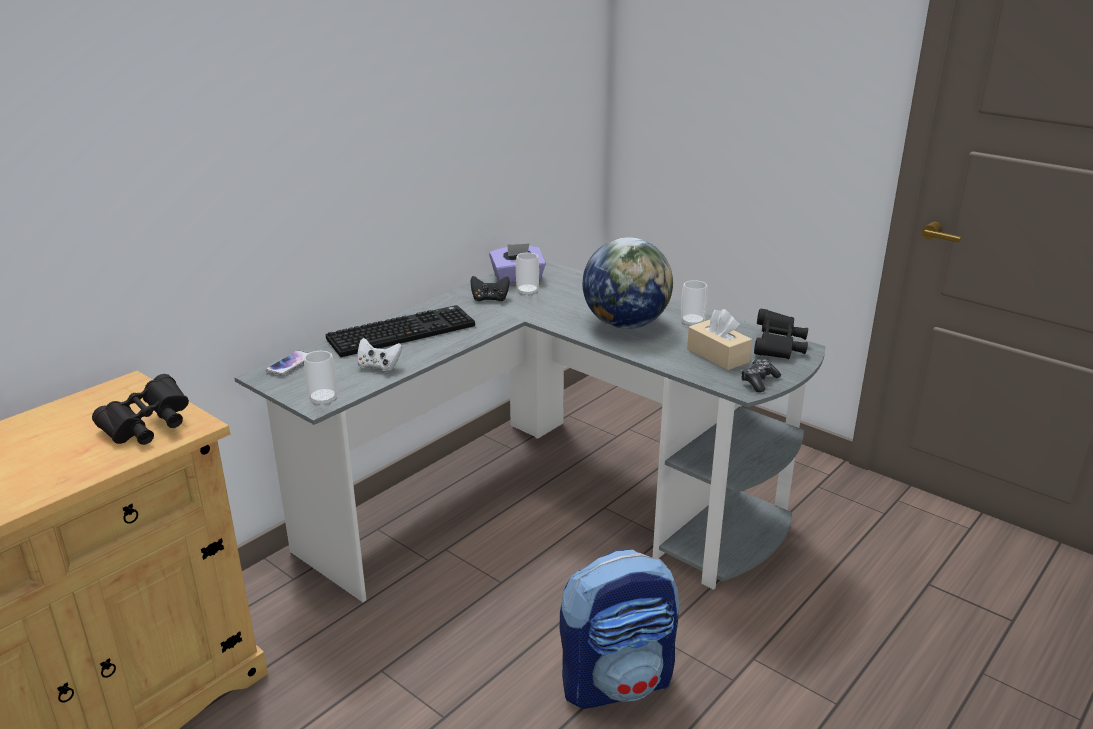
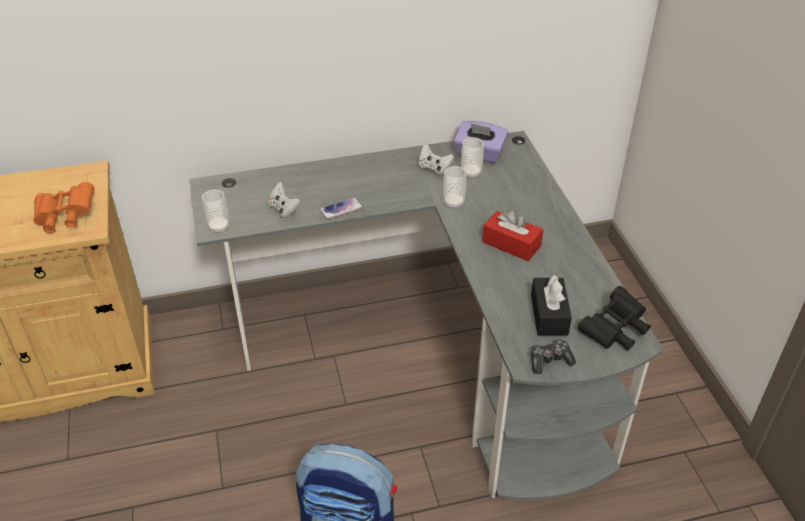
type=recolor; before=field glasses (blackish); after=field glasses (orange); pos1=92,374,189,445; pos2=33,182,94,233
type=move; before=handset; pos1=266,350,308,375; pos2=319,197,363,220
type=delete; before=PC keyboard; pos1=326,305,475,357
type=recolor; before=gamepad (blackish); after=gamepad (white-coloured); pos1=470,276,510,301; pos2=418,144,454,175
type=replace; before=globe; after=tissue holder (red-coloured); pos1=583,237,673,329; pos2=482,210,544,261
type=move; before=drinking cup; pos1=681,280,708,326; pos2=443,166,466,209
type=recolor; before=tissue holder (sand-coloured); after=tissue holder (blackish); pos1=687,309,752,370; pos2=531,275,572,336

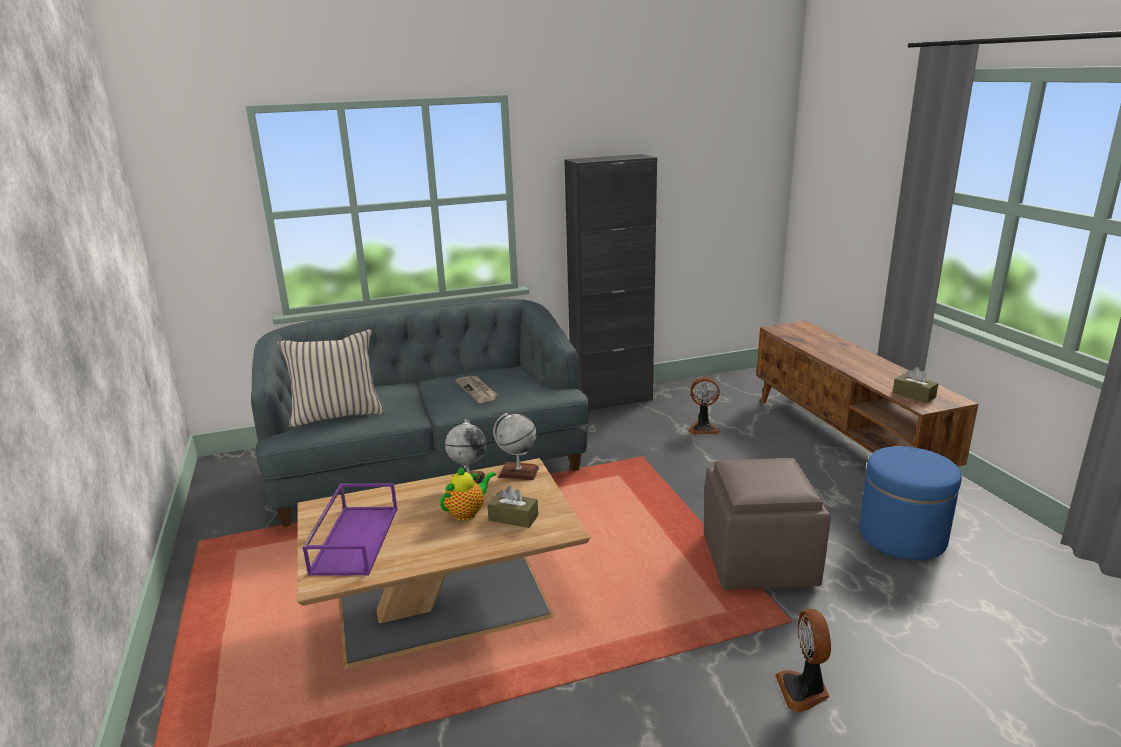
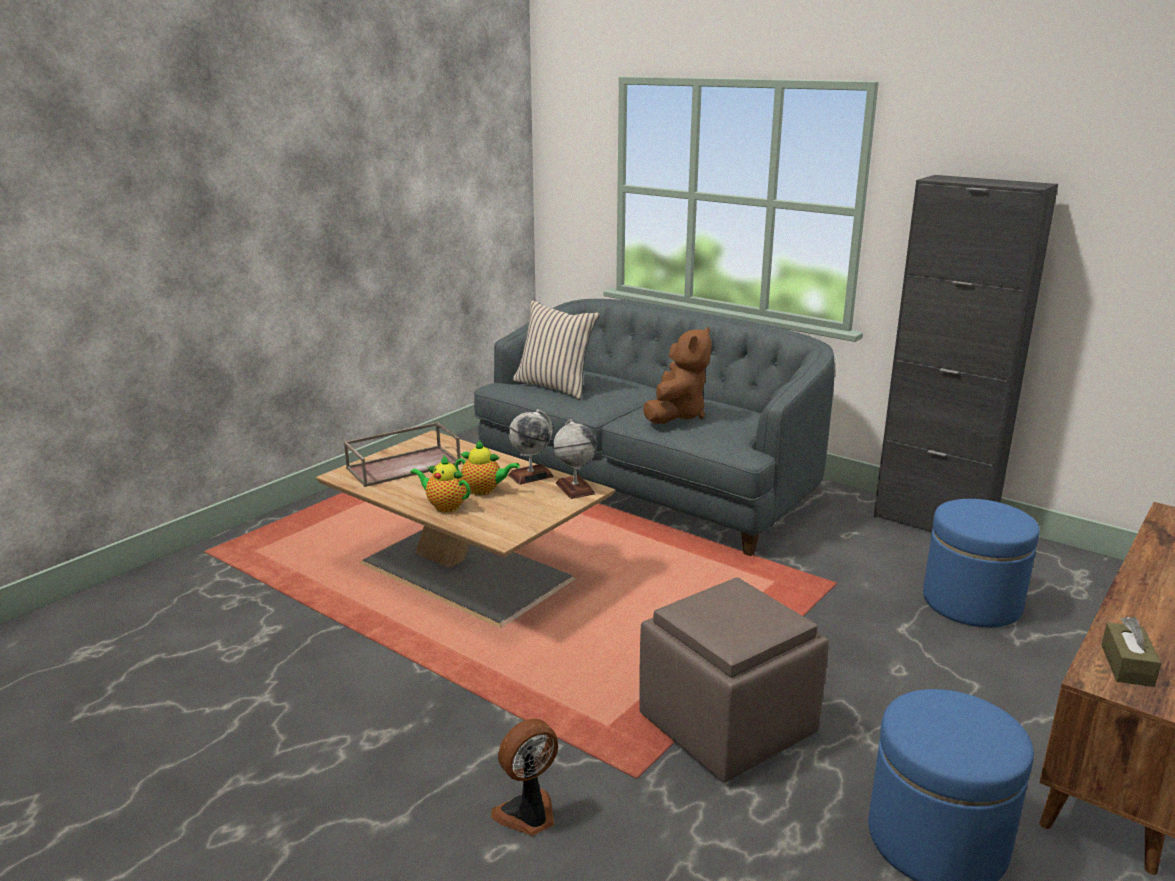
type=recolor; before=carrying tray (purple); after=carrying tray (brownish); pos1=302,483,398,576; pos2=344,422,461,487
type=replace; before=daily paper; after=cuddly toy (brownish); pos1=455,376,498,403; pos2=643,327,712,424
type=delete; before=tissue holder (brownish); pos1=487,486,538,528
type=replace; before=fan; after=ottoman (blue-coloured); pos1=688,377,720,434; pos2=923,499,1040,627
type=insert; after=teapot; pos2=410,455,470,512

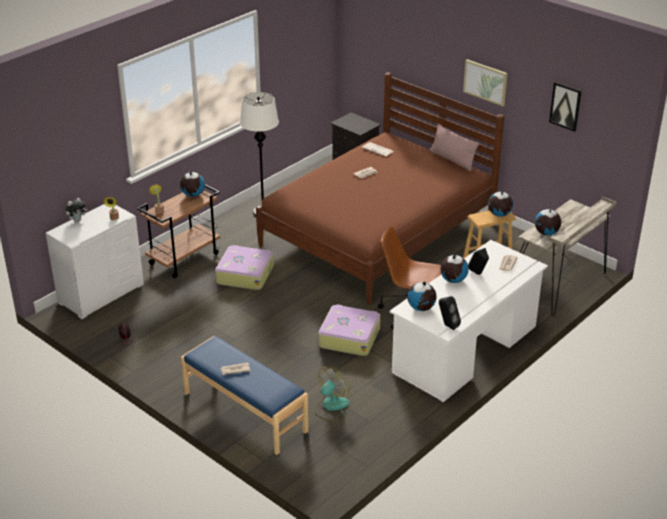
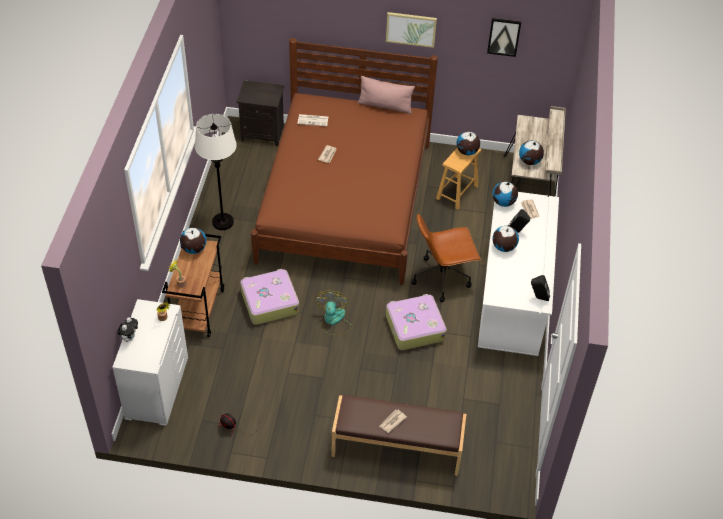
type=recolor; before=indoor bench (blue-coloured); after=indoor bench (brownish); pos1=181,336,308,455; pos2=331,395,467,476
type=move; before=fan; pos1=315,367,350,422; pos2=315,291,353,335
type=move; before=globe; pos1=407,281,437,311; pos2=492,181,518,207

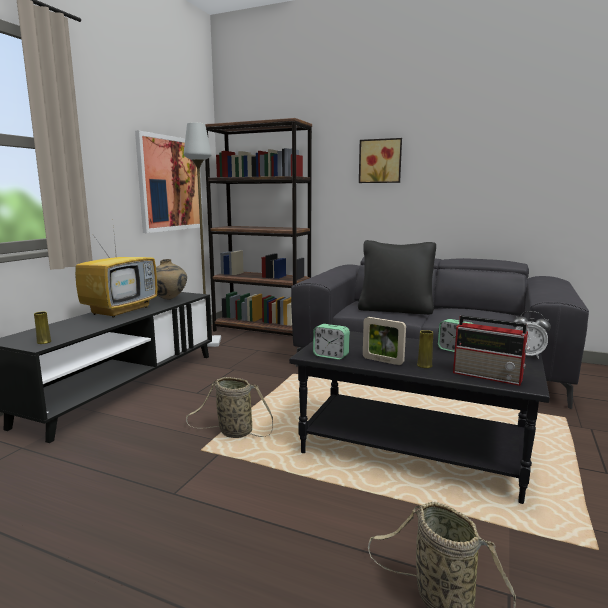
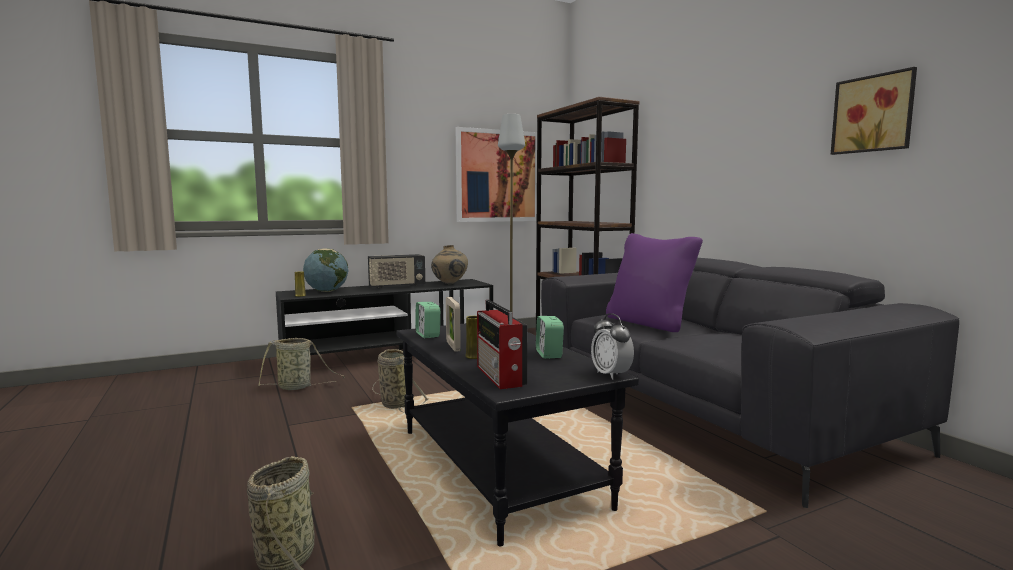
type=replace; before=TV set; after=radio set; pos1=75,225,157,318; pos2=368,254,425,288
type=recolor; before=cushion (blackish); after=cushion (purple); pos1=358,240,436,315; pos2=606,233,703,332
type=move; before=wall picture; pos1=359,138,402,183; pos2=831,67,917,155
type=insert; after=storage basket; pos2=258,338,345,390
type=insert; after=globe; pos2=303,248,349,292

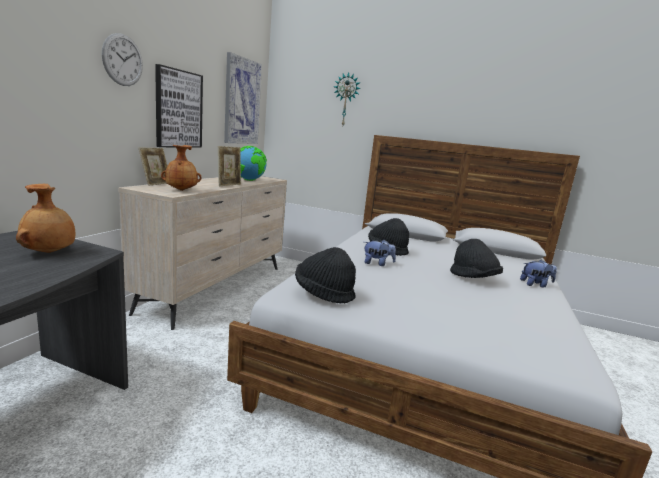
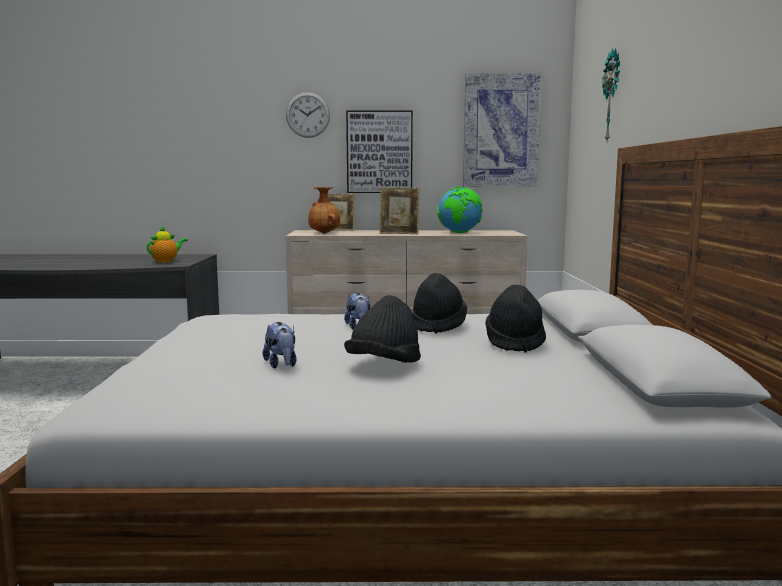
type=replace; before=decorative vase (brownish); after=teapot; pos1=16,184,76,253; pos2=147,226,187,263
type=move; before=hat (blackish); pos1=295,247,356,304; pos2=485,285,546,353
type=move; before=cuddly toy; pos1=520,259,557,287; pos2=262,322,297,368

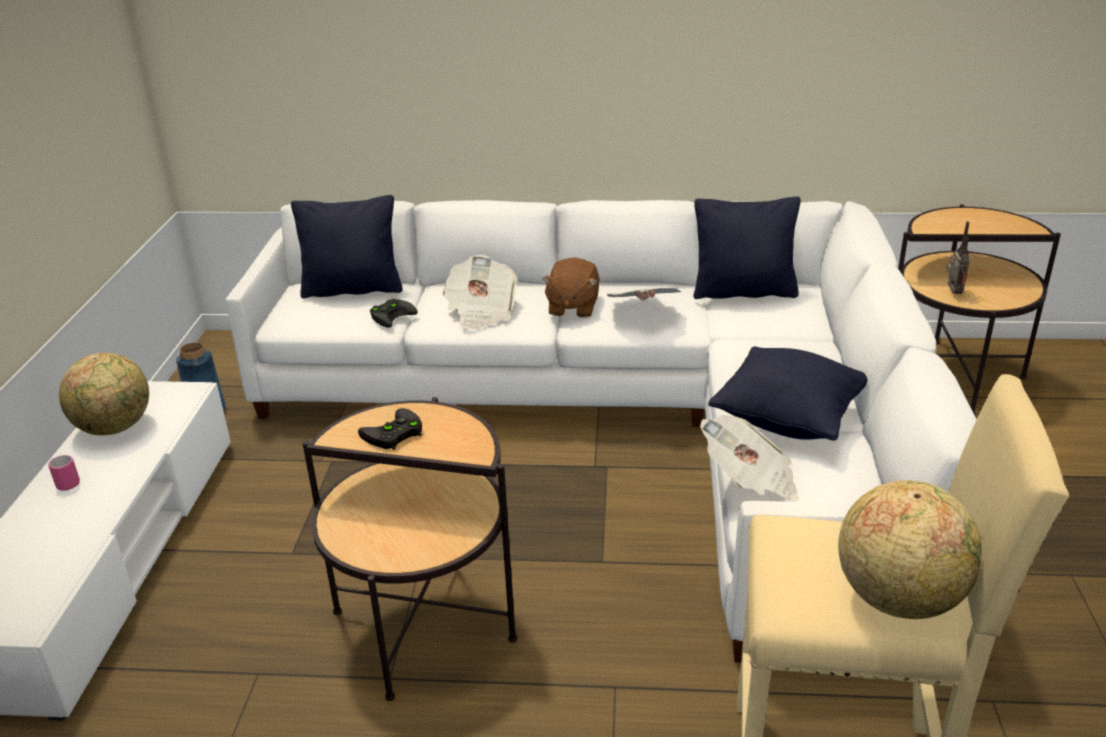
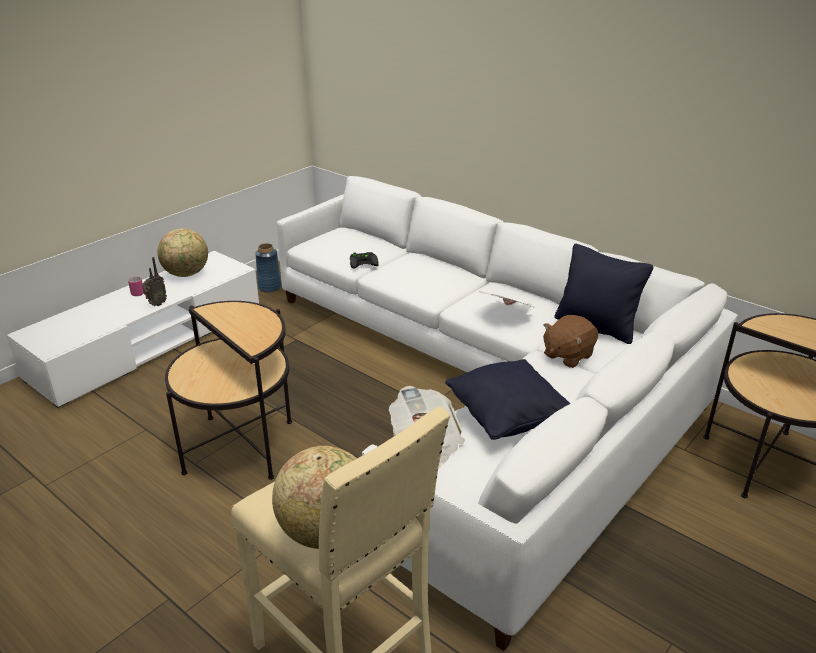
type=delete; before=cushion (blackish); pos1=291,195,403,299
type=delete; before=gamepad (blackish); pos1=358,408,422,450
type=delete; before=daily paper; pos1=443,255,518,330
type=move; before=cuddly toy (brownish); pos1=541,257,600,317; pos2=543,315,598,368
type=move; before=radio set; pos1=946,221,970,294; pos2=142,257,167,306

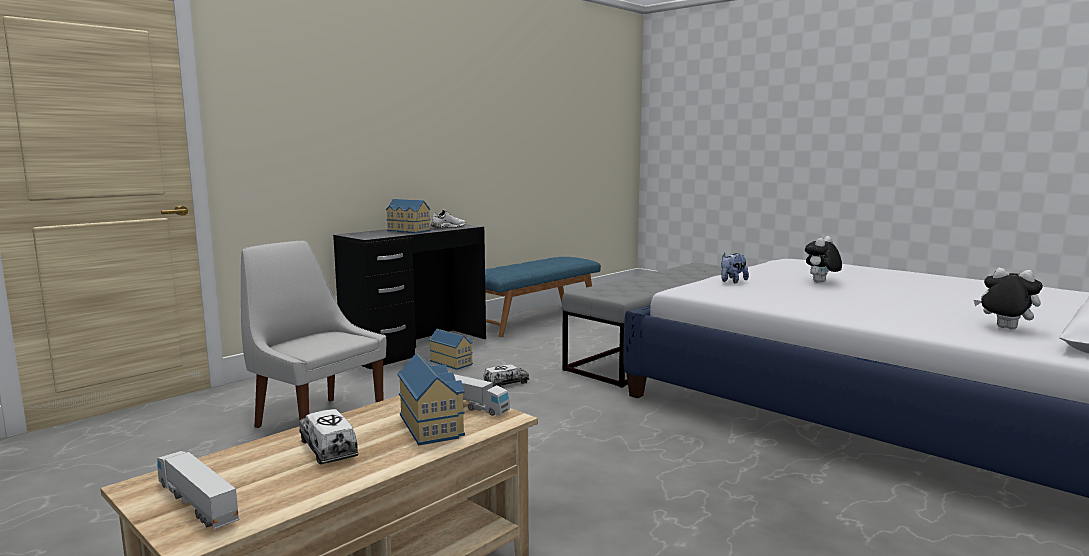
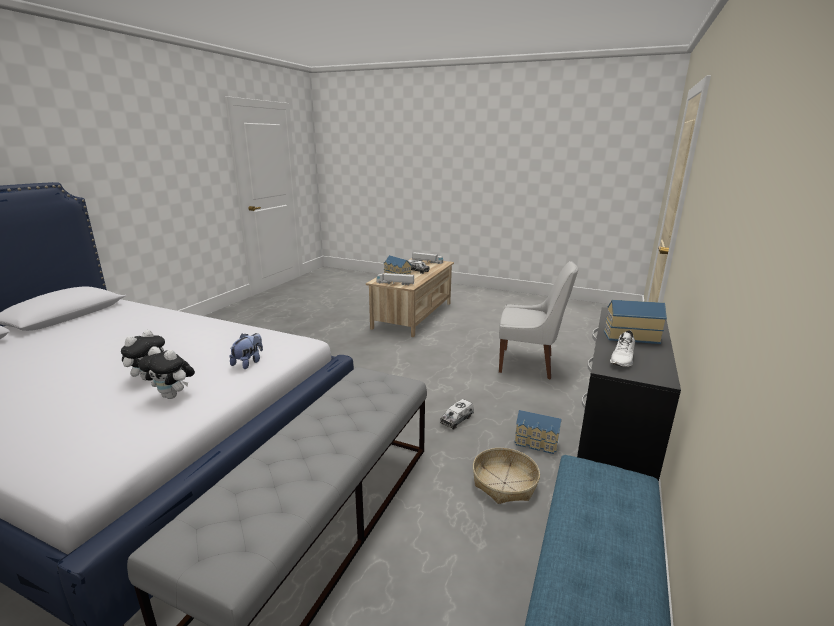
type=move; before=cuddly toy; pos1=974,268,1043,330; pos2=138,346,195,399
type=insert; after=storage basket; pos2=473,448,540,504

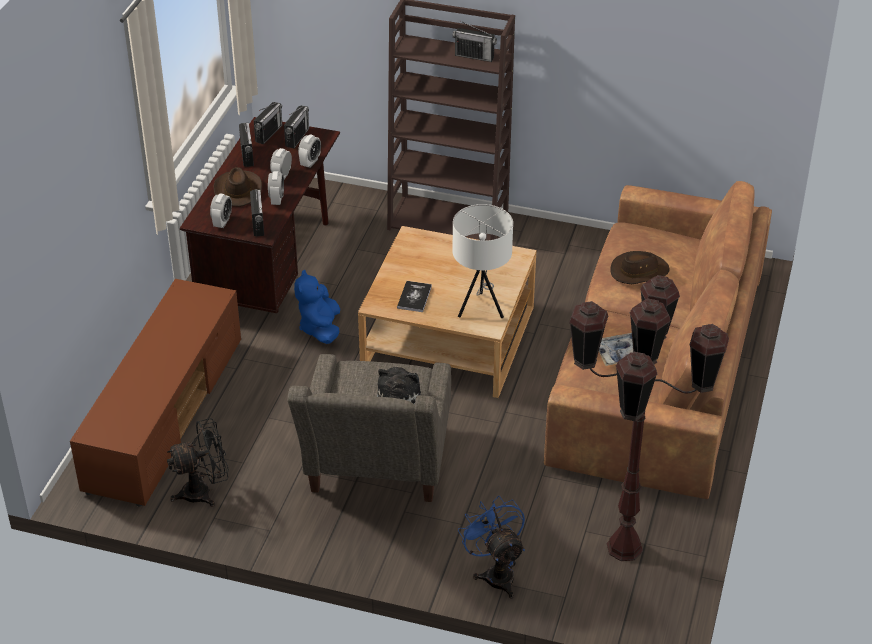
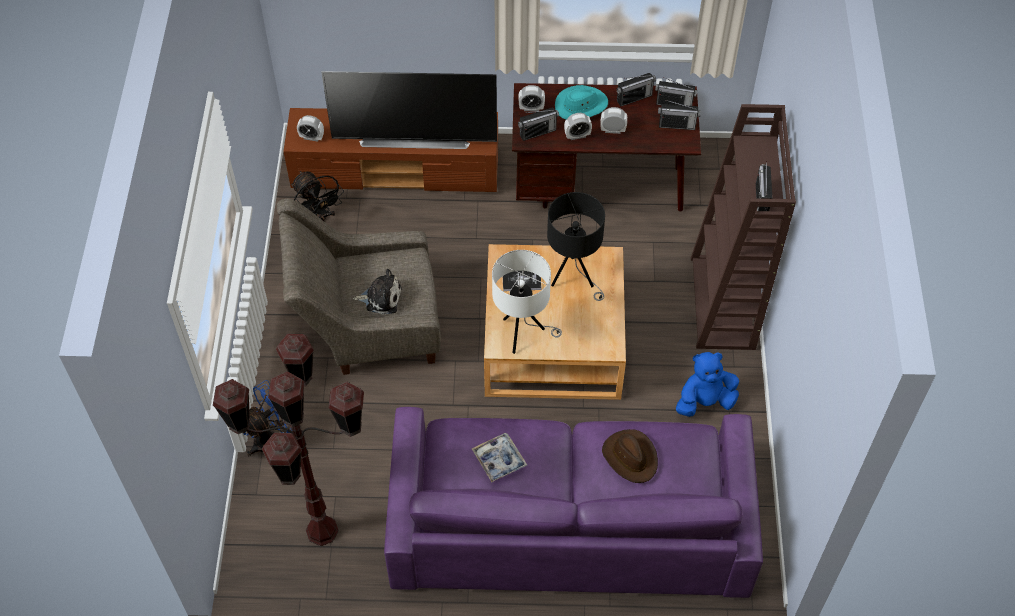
type=recolor; before=hat (brownish); after=hat (blue-green); pos1=213,167,262,207; pos2=555,85,608,120
type=move; before=cuddly toy (blue-coloured); pos1=294,270,340,344; pos2=676,352,739,417
type=move; before=table clock; pos1=298,134,321,168; pos2=297,115,324,142
type=recolor; before=couch (brownish); after=couch (purple); pos1=544,181,772,499; pos2=384,407,763,598
type=insert; after=TV set; pos2=321,71,497,149
type=insert; after=tabletop lamp (blackish); pos2=547,192,605,301

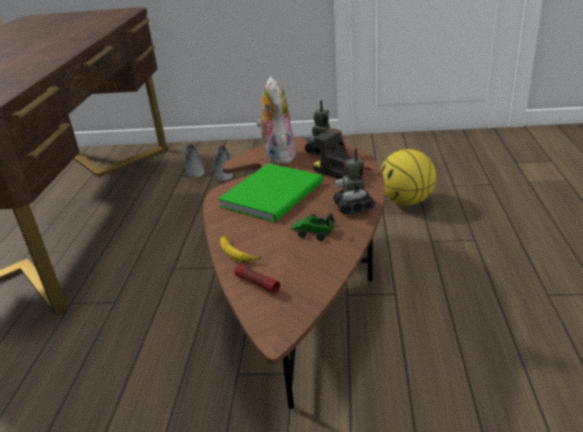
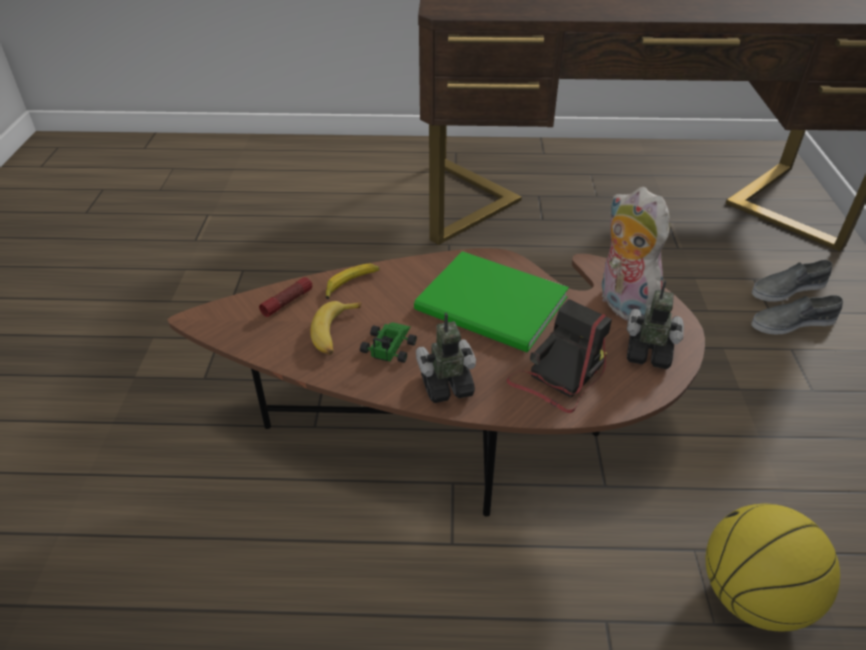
type=rotate; before=cuddly toy; pos1=256,77,296,164; pos2=602,187,670,321; turn=-105
type=insert; after=banana; pos2=310,301,361,355

